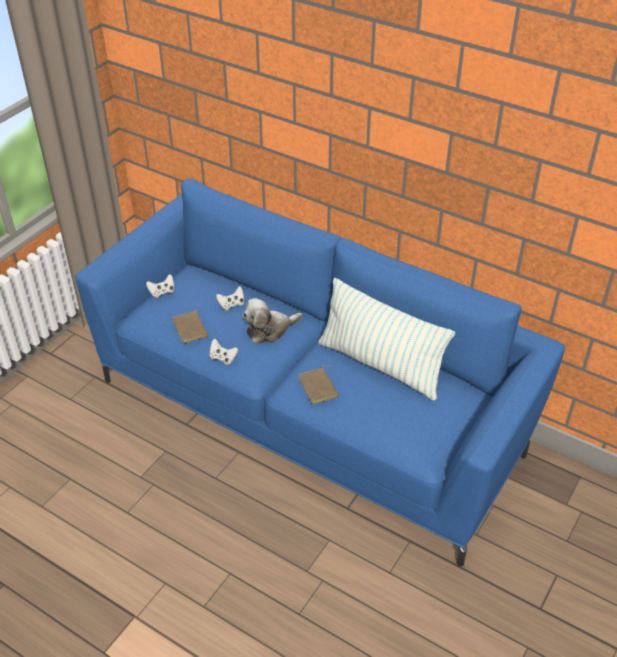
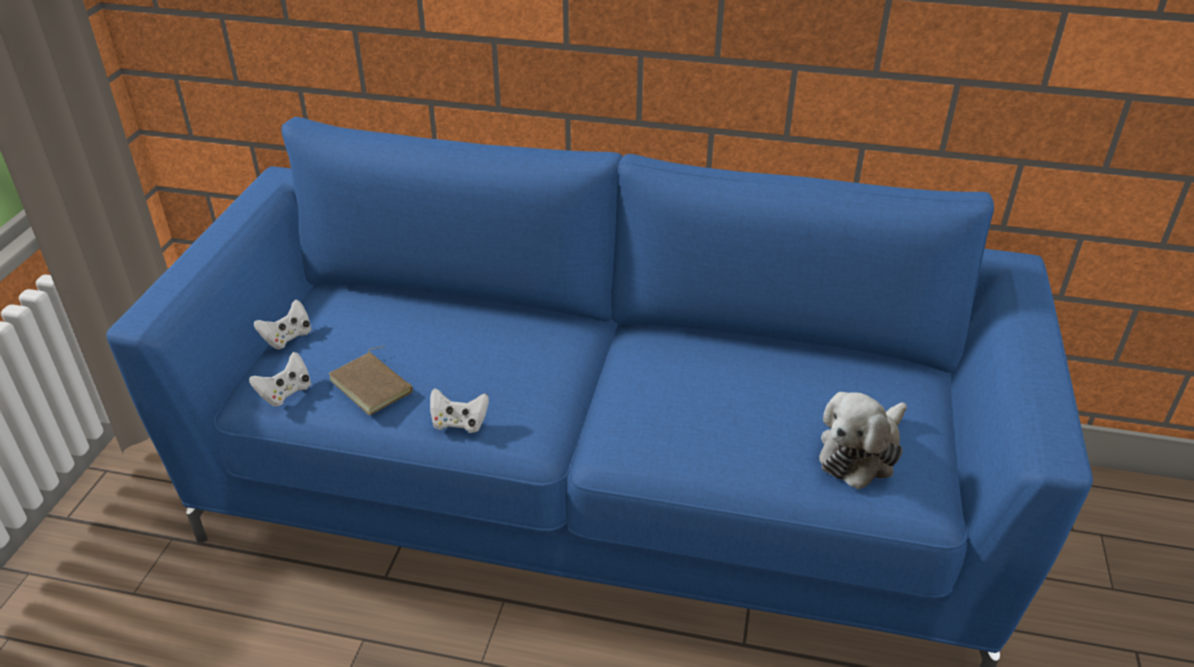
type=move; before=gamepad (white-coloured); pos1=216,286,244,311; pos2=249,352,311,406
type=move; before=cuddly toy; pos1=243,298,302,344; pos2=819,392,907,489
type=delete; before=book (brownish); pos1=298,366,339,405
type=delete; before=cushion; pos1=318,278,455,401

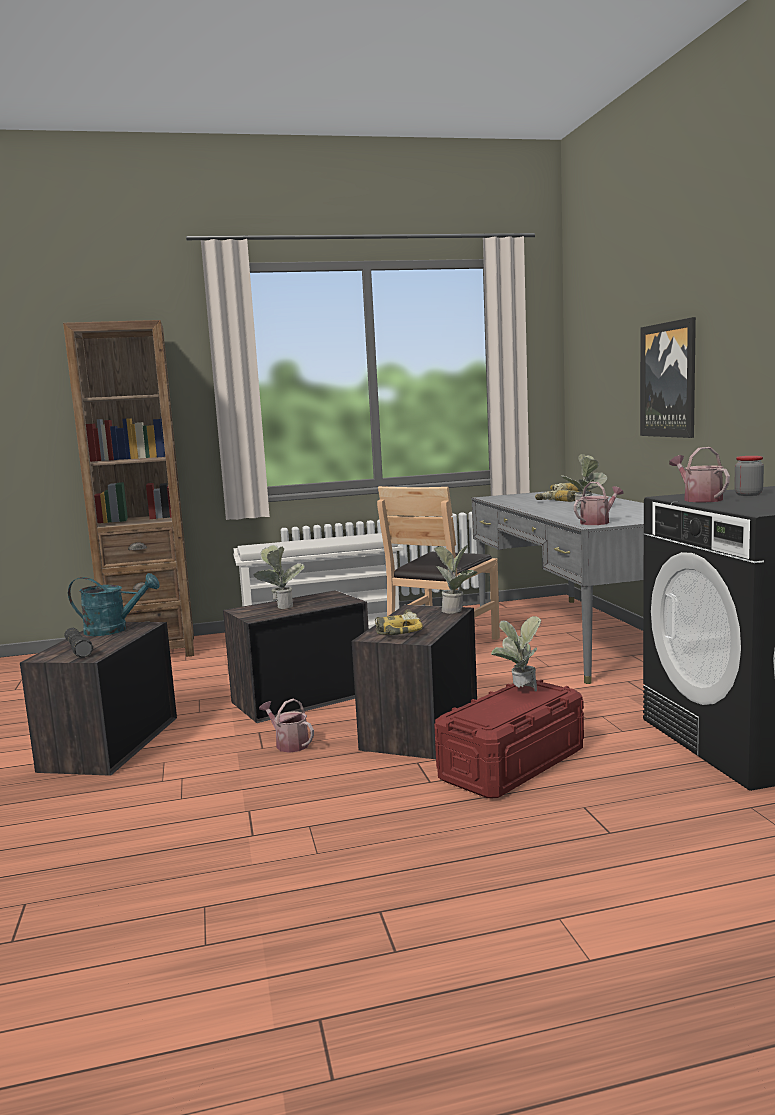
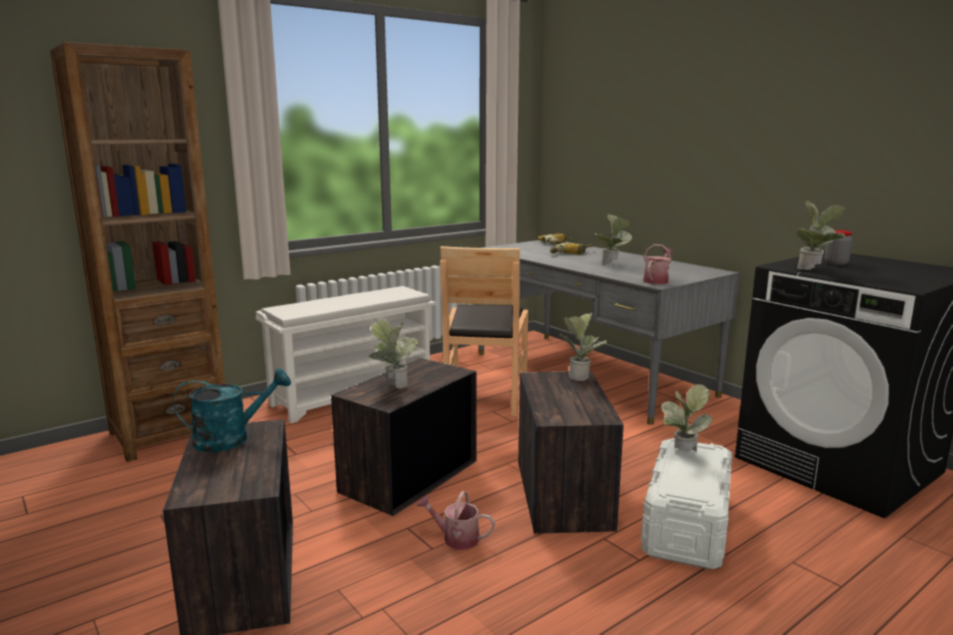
type=delete; before=flashlight (blackish); pos1=64,628,93,658
type=delete; before=electric drill; pos1=375,609,423,635
type=recolor; before=storage container (red-coloured); after=storage container (white-coloured); pos1=434,680,584,798; pos2=641,438,732,569
type=delete; before=wall picture; pos1=640,317,696,438
type=replace; before=watering pot; after=plant in a pot; pos1=669,447,730,502; pos2=796,201,846,270

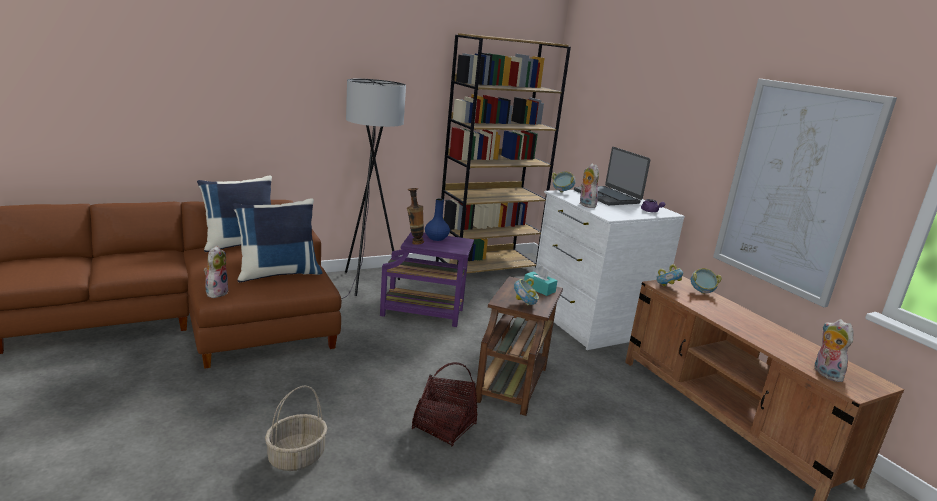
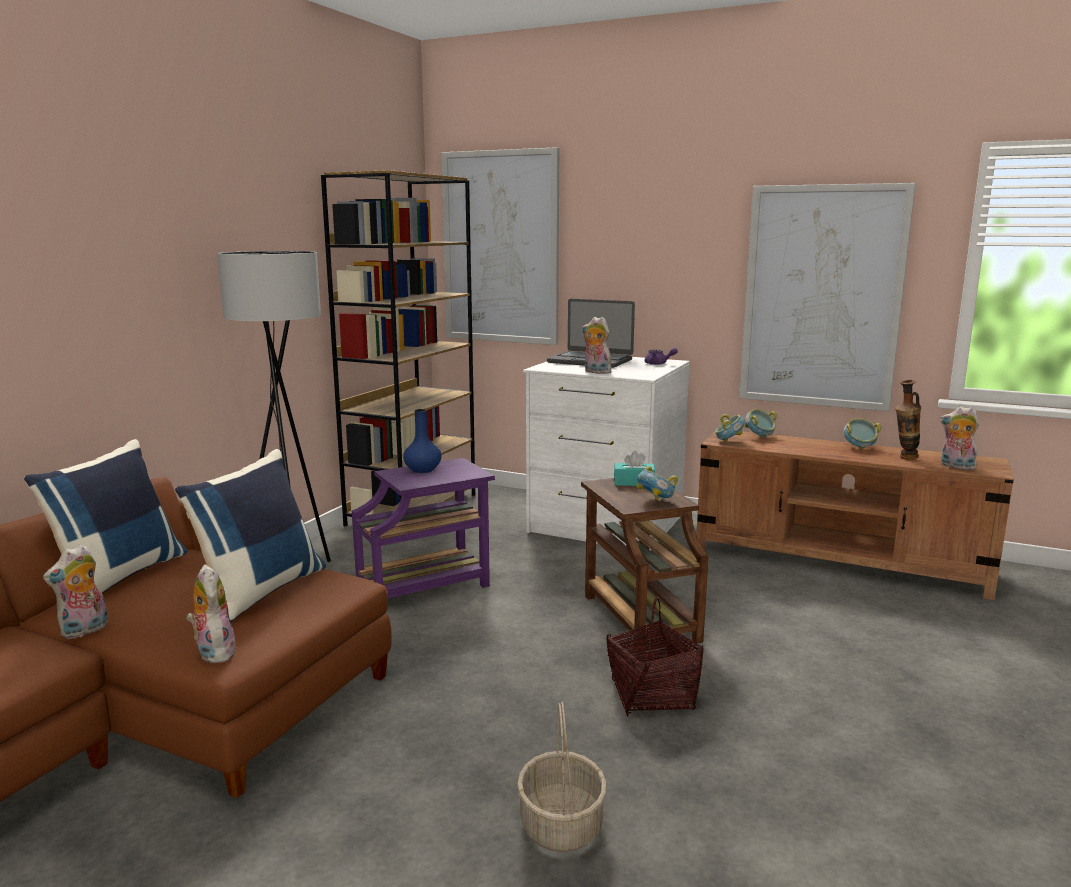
type=move; before=decorative vase; pos1=407,188,424,245; pos2=895,380,921,460
type=move; before=deep dish; pos1=552,172,576,193; pos2=844,418,882,449
type=insert; after=cuddly toy; pos2=43,544,108,639
type=insert; after=wall picture; pos2=441,147,559,345

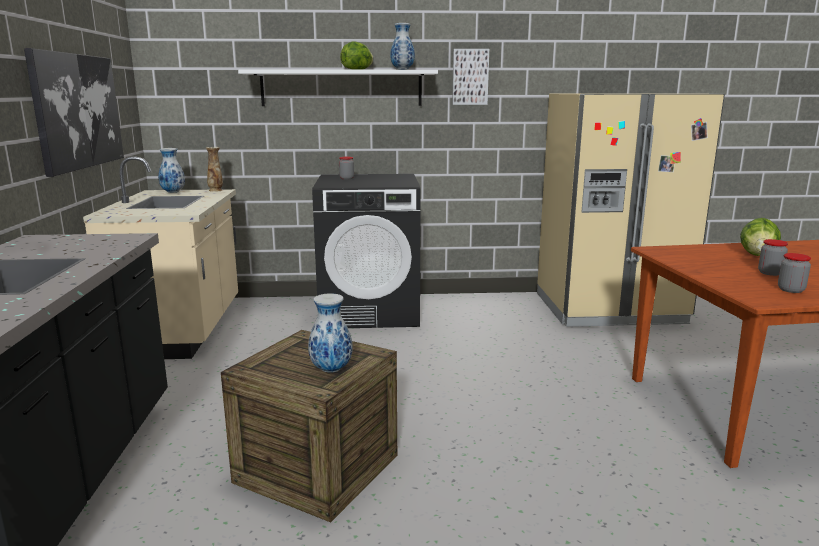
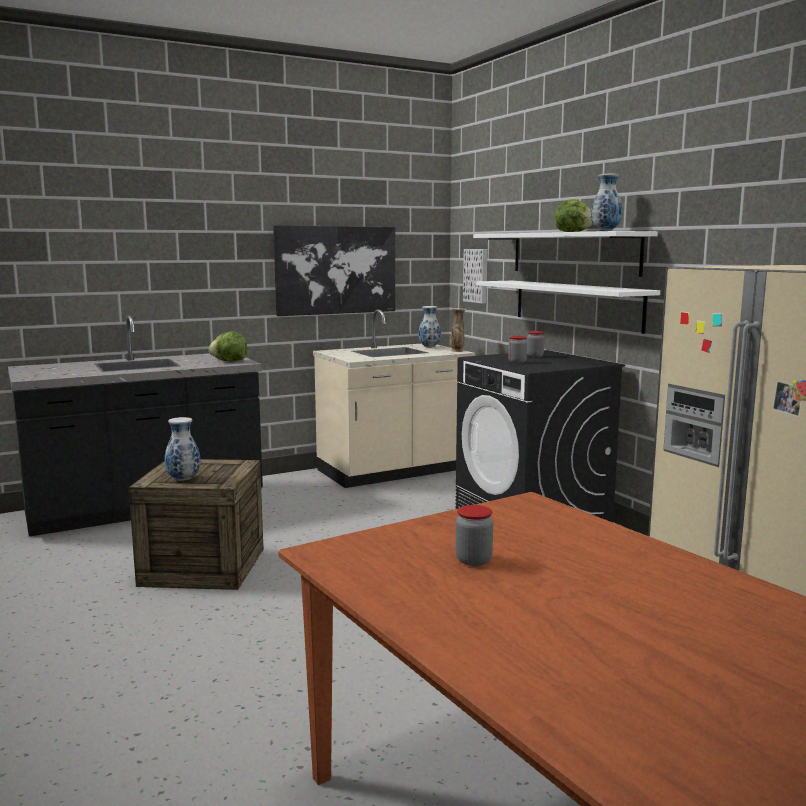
type=move; before=wall picture; pos1=452,49,489,105; pos2=463,249,487,303
type=move; before=head of lettuce; pos1=740,218,781,256; pos2=209,331,247,361
type=move; before=storage jar; pos1=778,253,811,293; pos2=508,336,527,364
type=insert; after=wall shelf (white-coloured); pos2=476,281,660,334

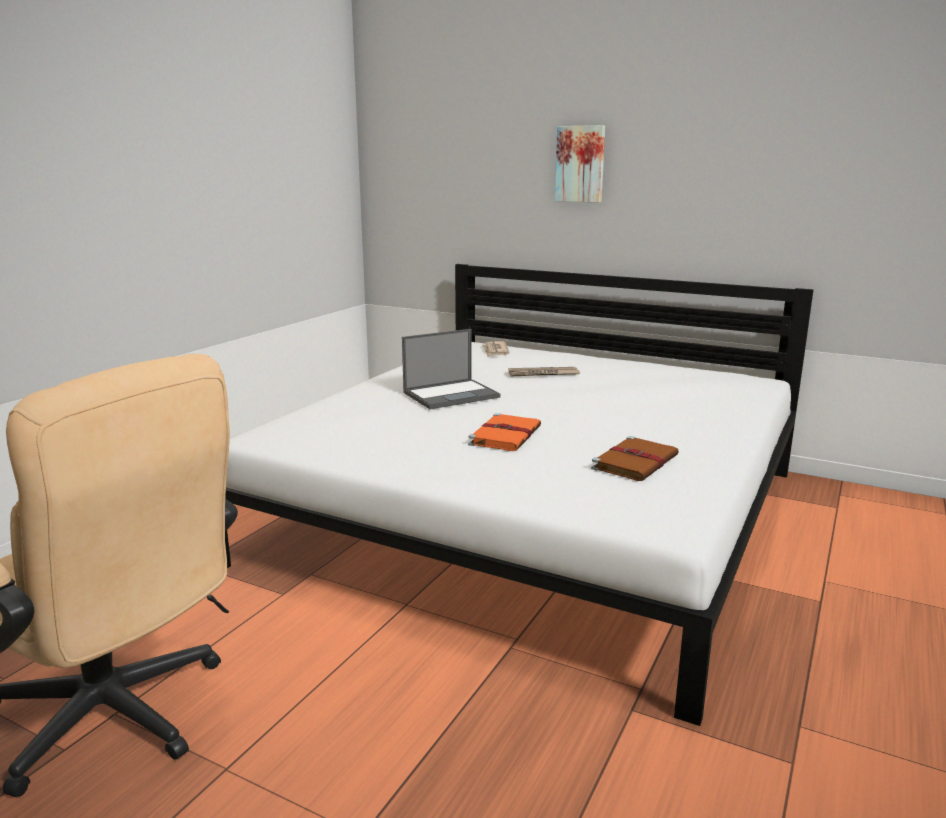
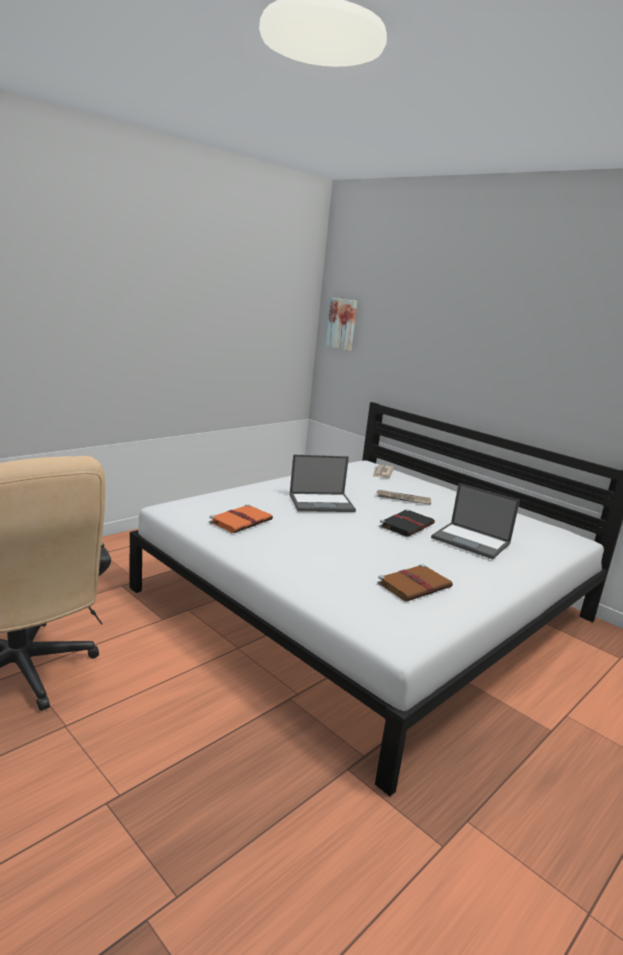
type=move; before=book (orange); pos1=468,413,541,451; pos2=209,504,273,533
type=move; before=wall picture; pos1=555,125,605,202; pos2=326,298,357,351
type=insert; after=book (blackish); pos2=379,509,435,537
type=insert; after=laptop; pos2=431,483,520,559

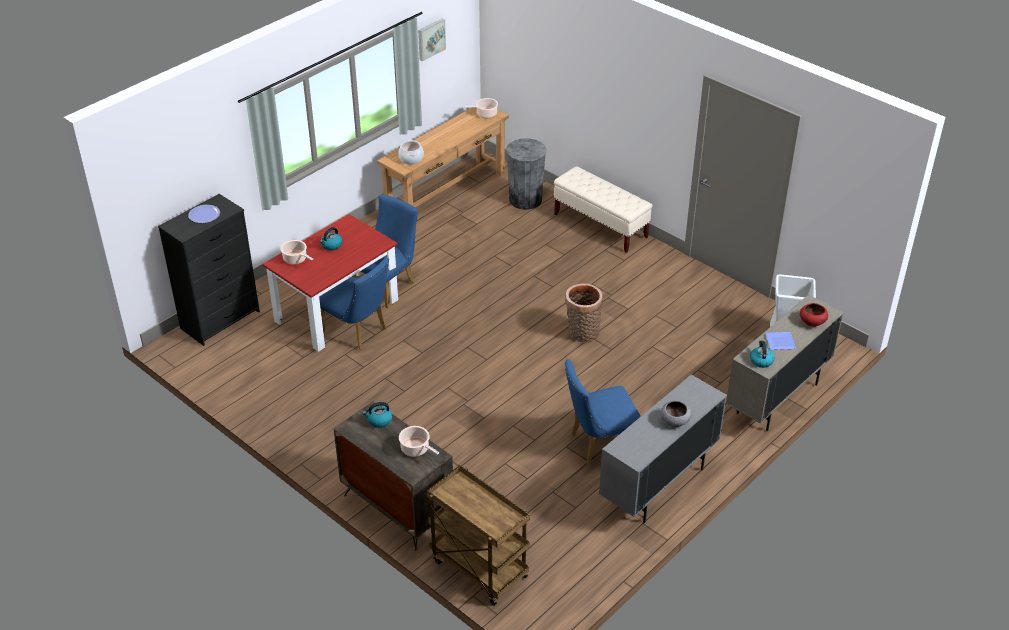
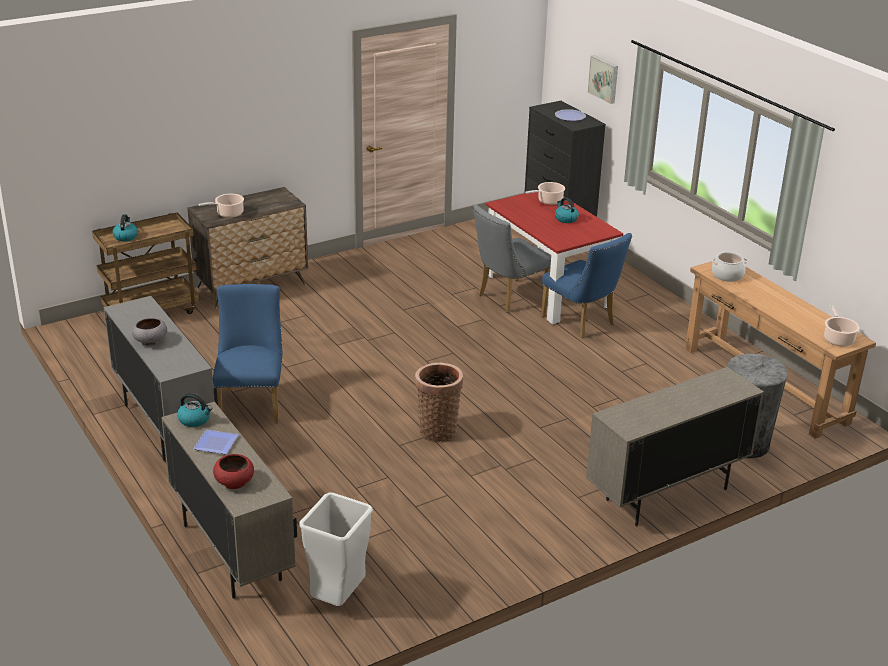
type=recolor; before=plain chair (blue-coloured); after=plain chair (grey); pos1=319,257,389,350; pos2=473,205,551,312
type=move; before=water kettle; pos1=363,402,392,428; pos2=113,214,138,241
type=move; before=wall picture; pos1=418,18,446,61; pos2=588,55,618,104
type=replace; before=indoor bench (sand-coloured); after=cupboard (sand-coloured); pos1=554,166,652,253; pos2=586,367,764,526

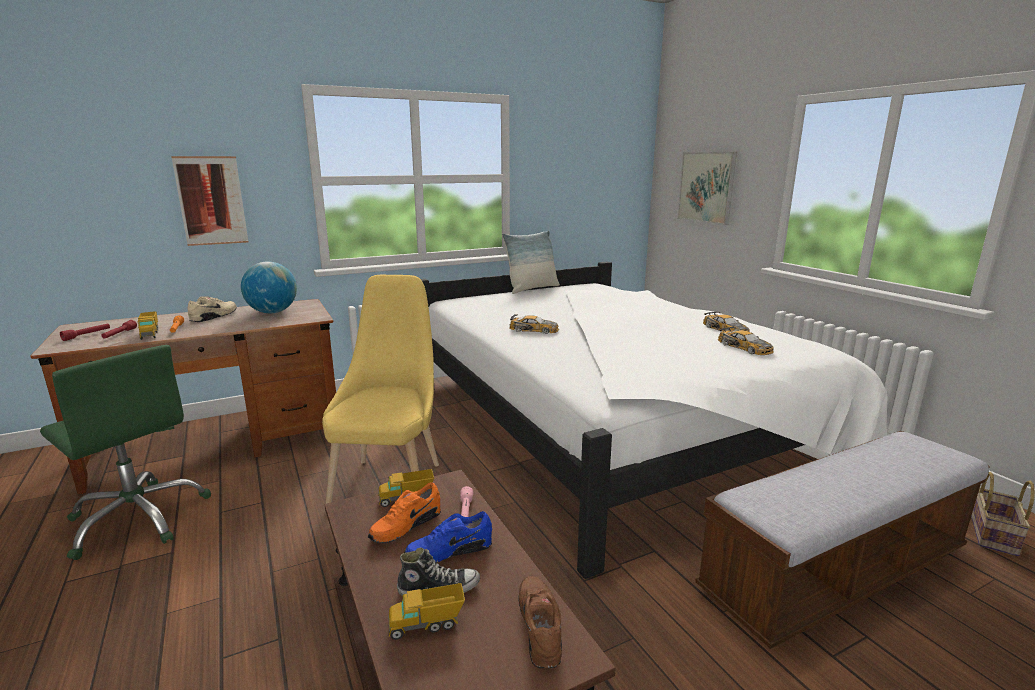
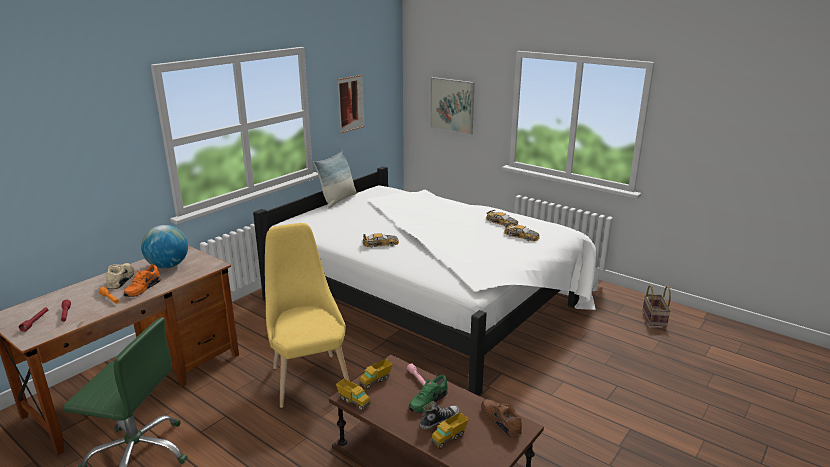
type=move; before=toy lorry; pos1=138,311,158,340; pos2=336,378,371,411
type=move; before=wall picture; pos1=171,156,248,246; pos2=337,75,365,133
type=move; before=item of footwear (orange); pos1=368,482,441,543; pos2=123,264,161,297
type=recolor; before=item of footwear (blue-coloured); after=item of footwear (green); pos1=404,511,492,563; pos2=408,374,448,413
type=delete; before=indoor bench; pos1=695,431,990,649

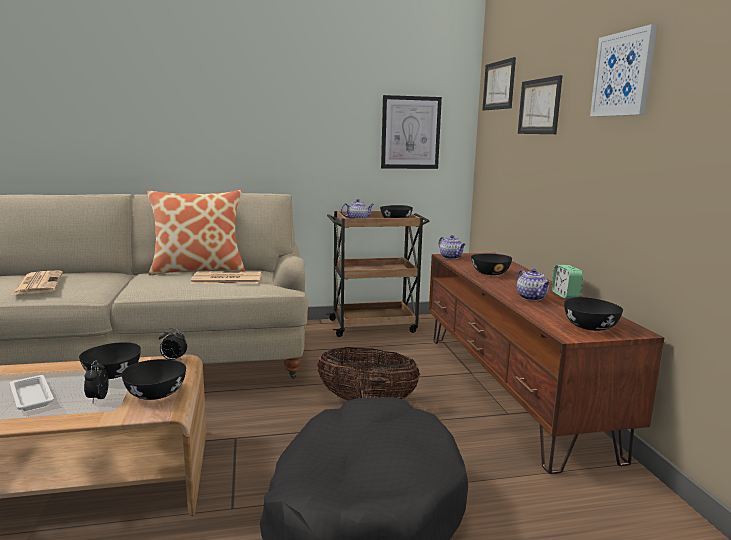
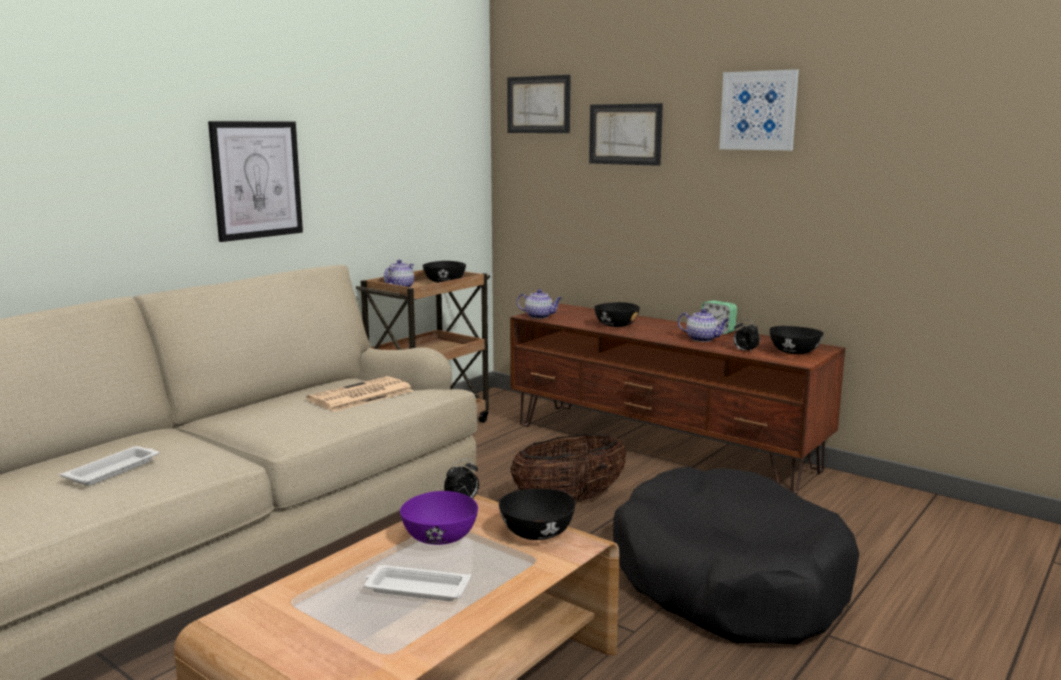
type=replace; before=daily paper; after=carrying tray (white-coloured); pos1=11,270,63,295; pos2=60,446,159,486
type=recolor; before=deep dish (blackish); after=deep dish (purple); pos1=79,342,141,379; pos2=400,491,478,545
type=move; before=table clock; pos1=84,360,109,402; pos2=733,319,760,352
type=delete; before=cushion; pos1=147,190,245,275
type=move; before=wall picture; pos1=381,95,442,169; pos2=208,121,303,242

